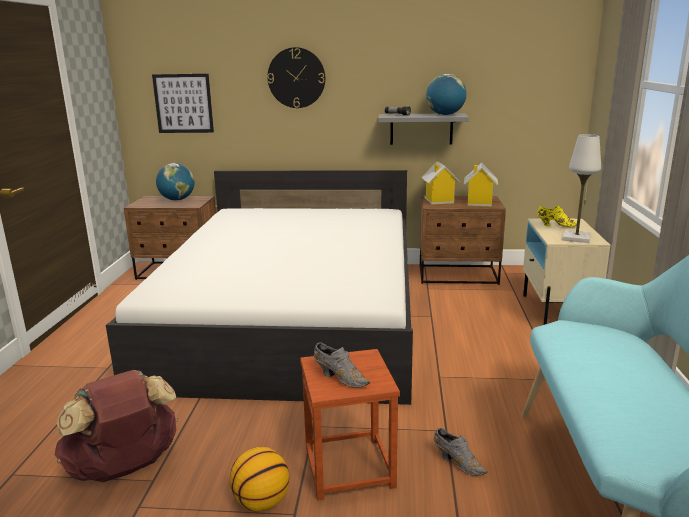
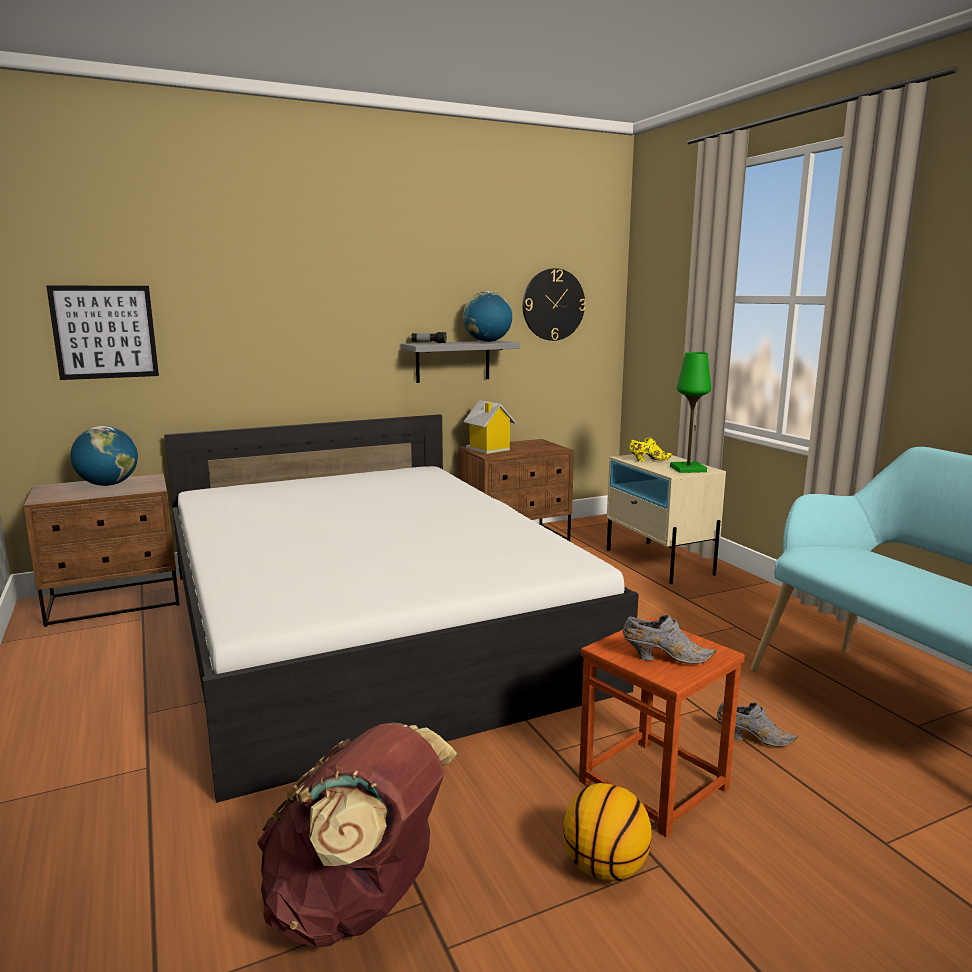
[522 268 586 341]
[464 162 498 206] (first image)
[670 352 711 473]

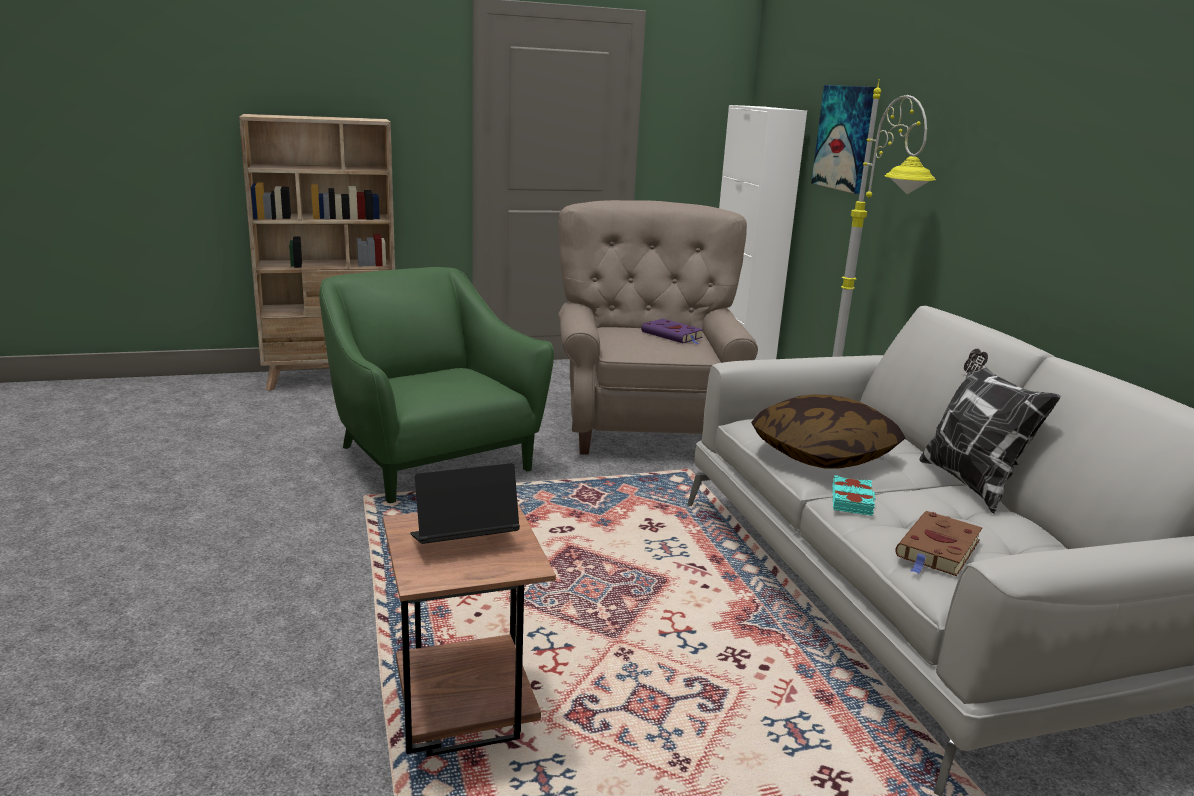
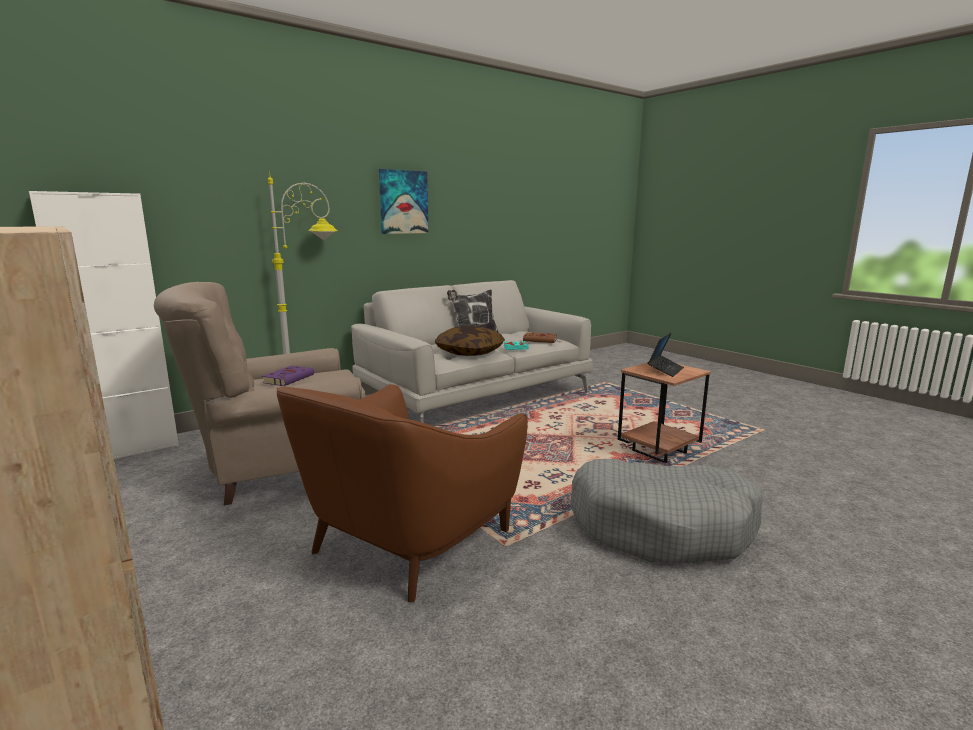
[277 384 528 602]
[648 333 684 377]
[379 169 429 234]
[570 459 763 563]

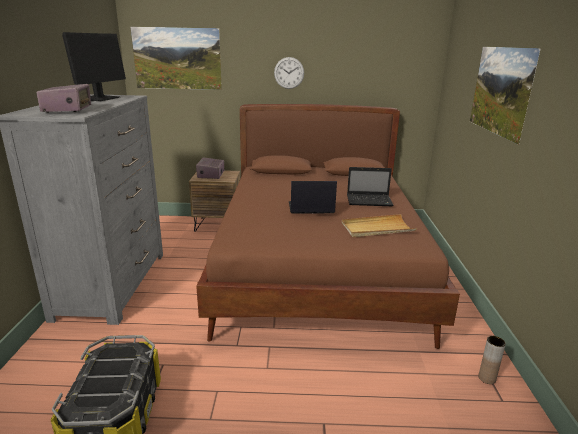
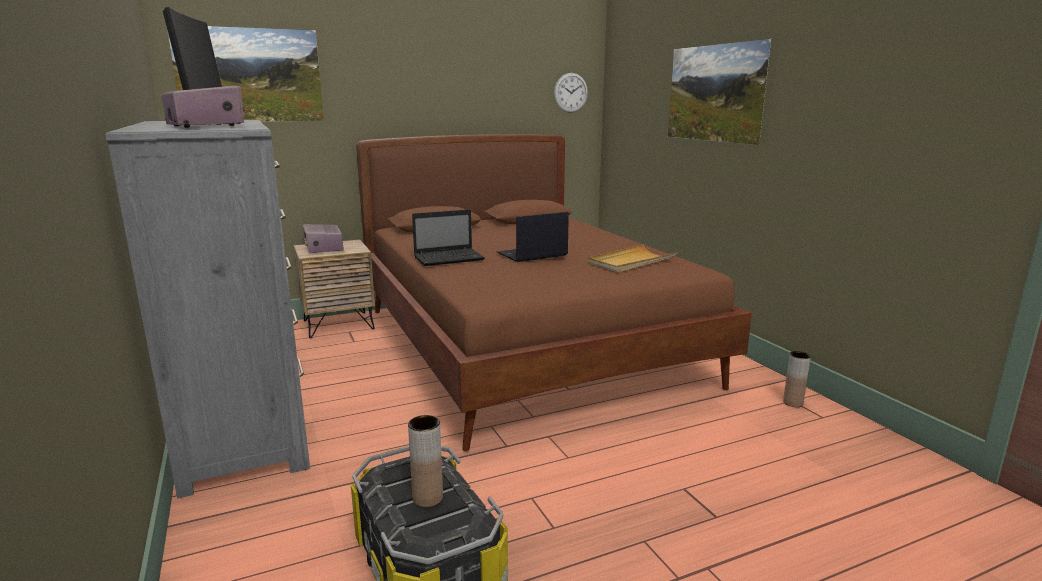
[554 73 588 113]
[412 209 485 266]
[408 415 443 507]

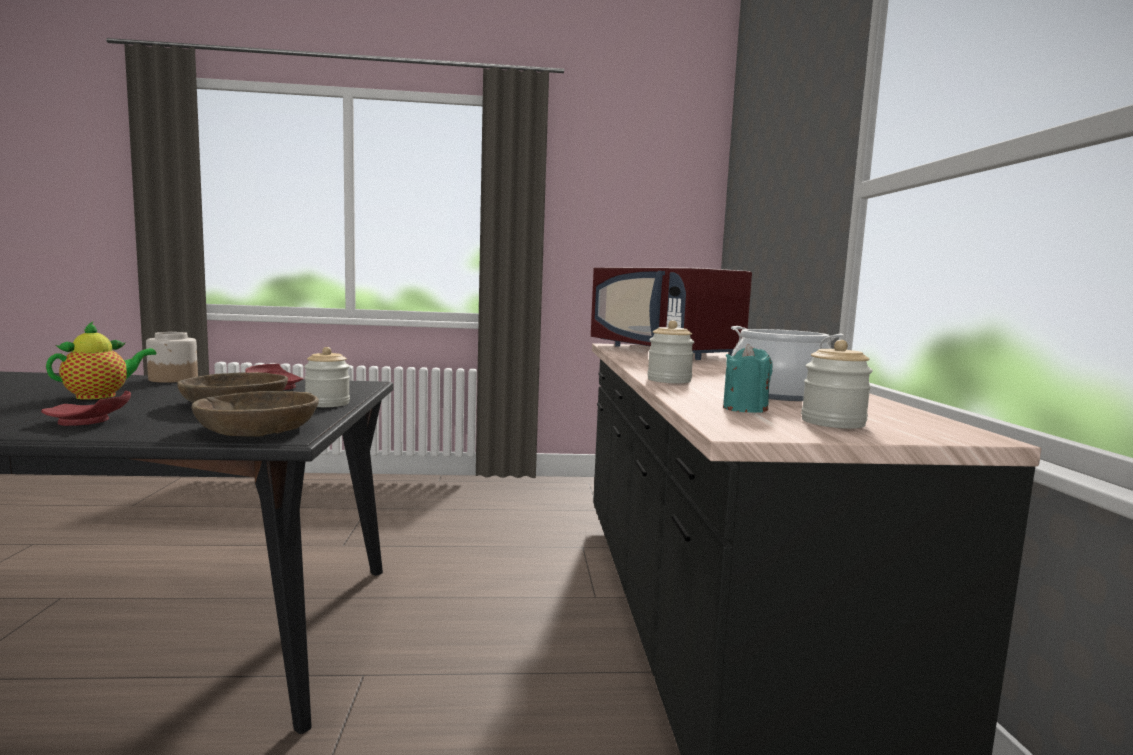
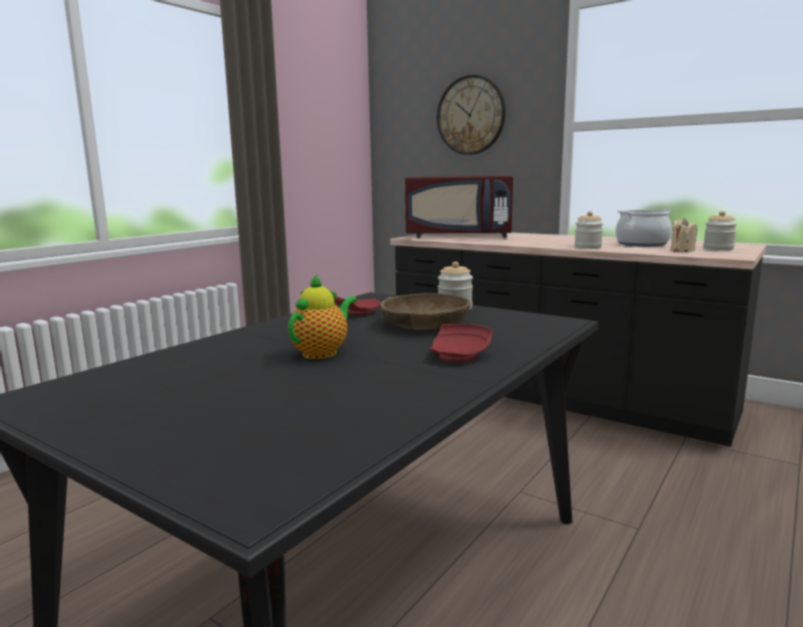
[288 273 357 359]
[146 332 198 383] (first image)
[192 391 319 437] (first image)
[671 218 697 252]
[437 75 506 155]

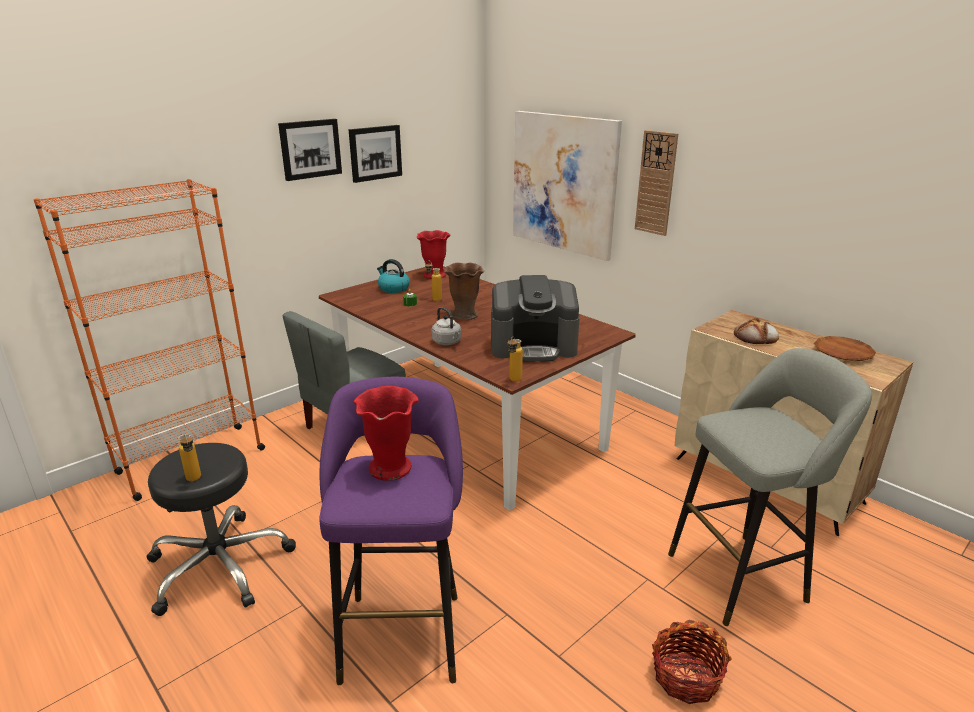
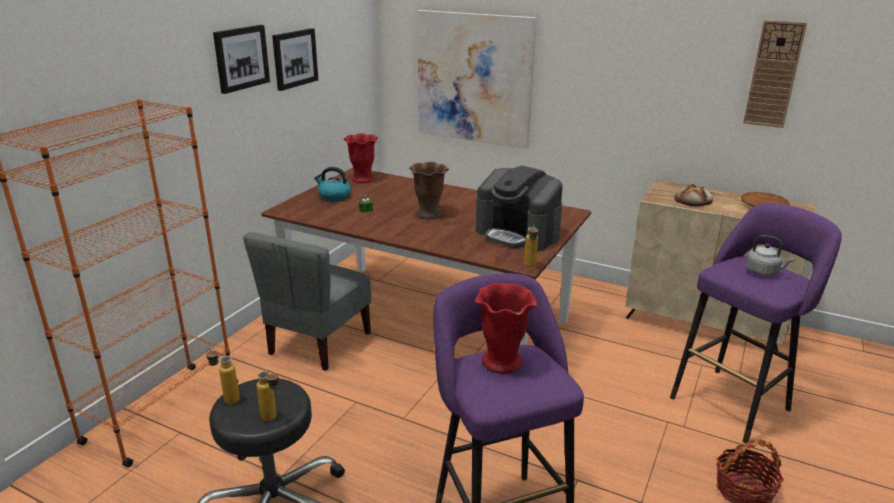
[206 348 240 404]
[746 235 794 276]
[476 166 563 251]
[743 20 807 128]
[670 203 842 443]

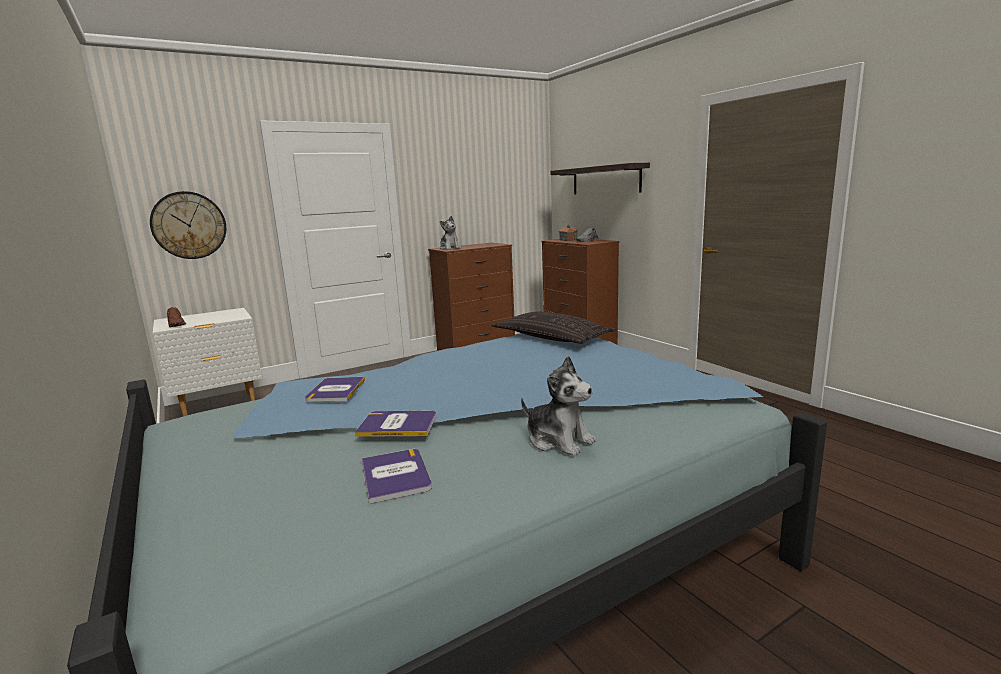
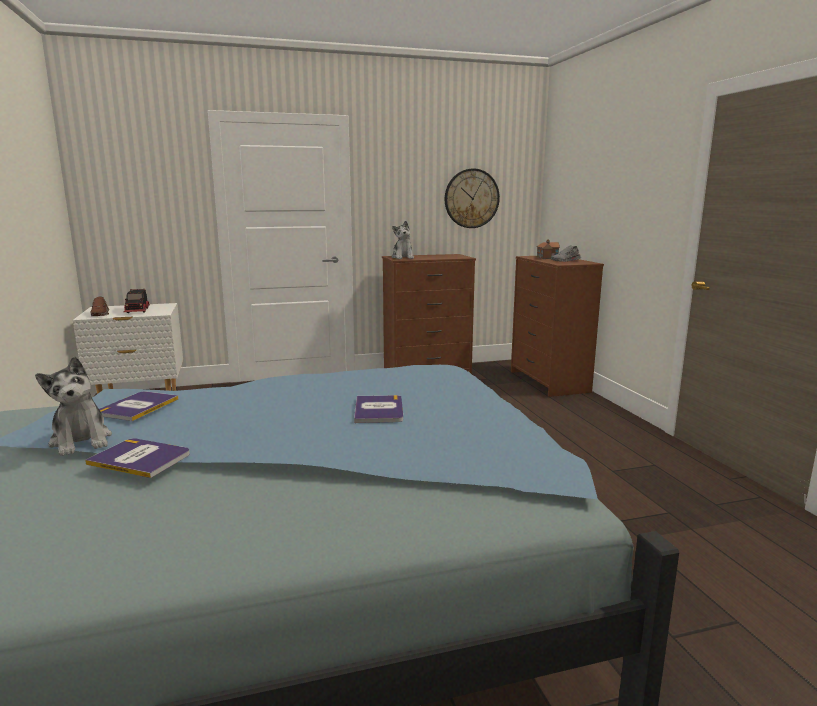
[445 168 500 228]
[354 395 403 423]
[491 312 616 344] (first image)
[35 356 112 456]
[550 163 650 195] (first image)
[124 289 150 313]

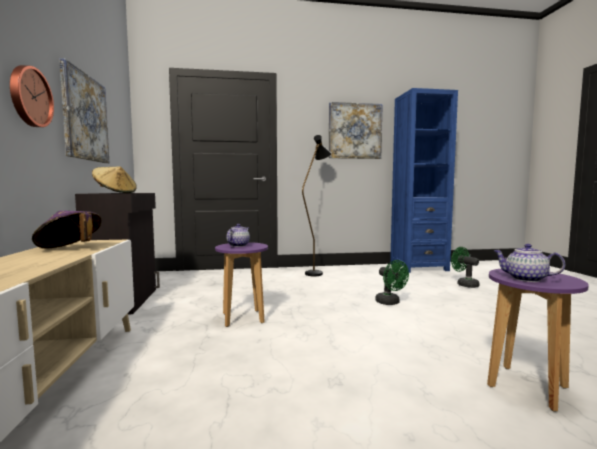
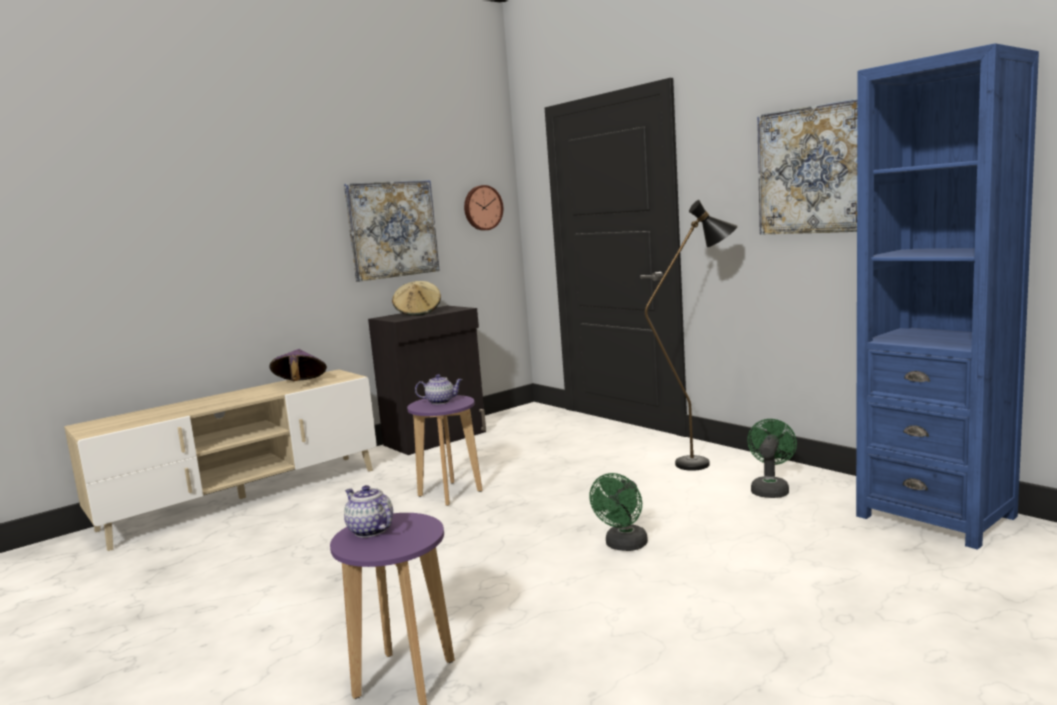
[464 185 503 230]
[747 419 797 498]
[344 485 393 538]

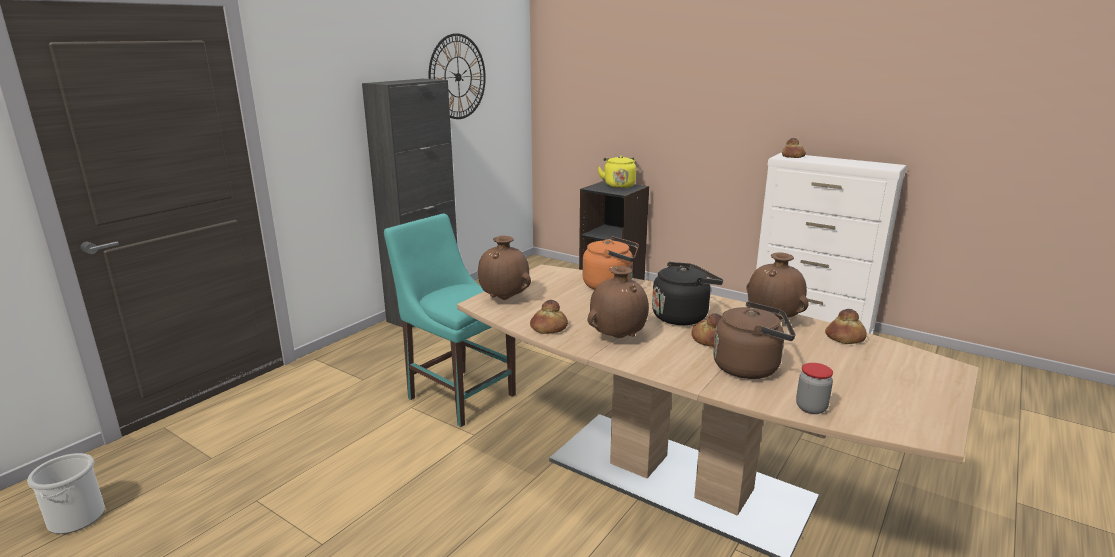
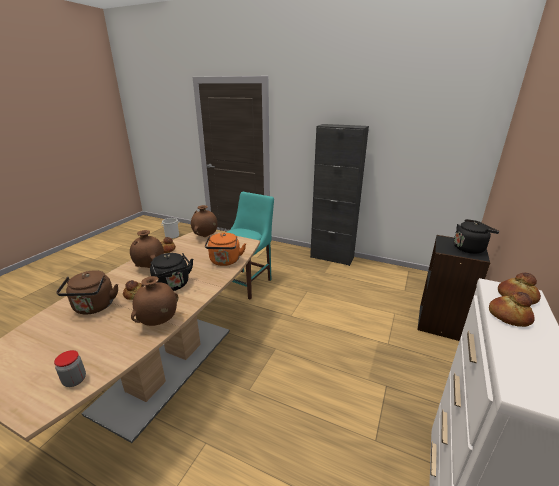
[429 33 486 119] (first image)
[454 219 499 254]
[54 350 86 387]
[489 292 535 327]

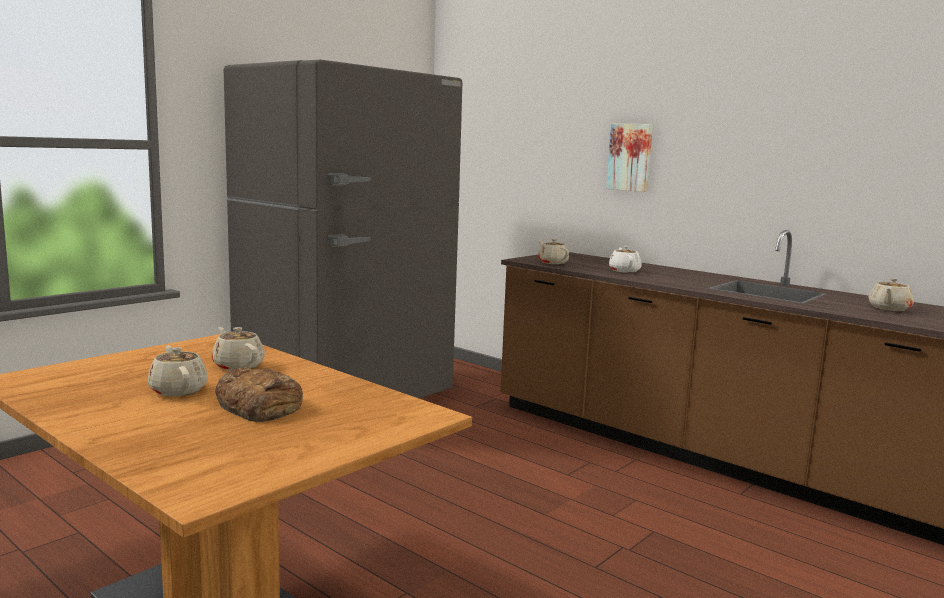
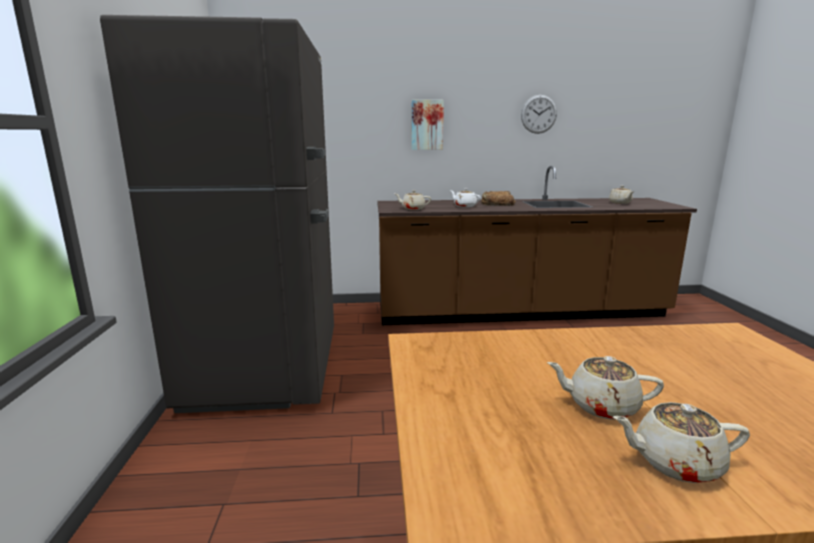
[613 402 750 483]
[481 191 515 206]
[521 95 557 134]

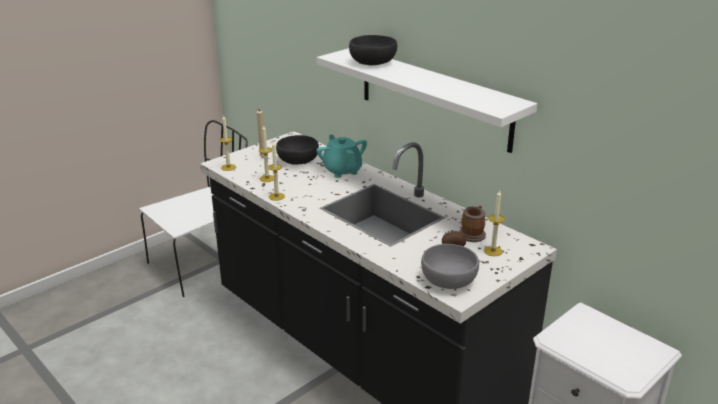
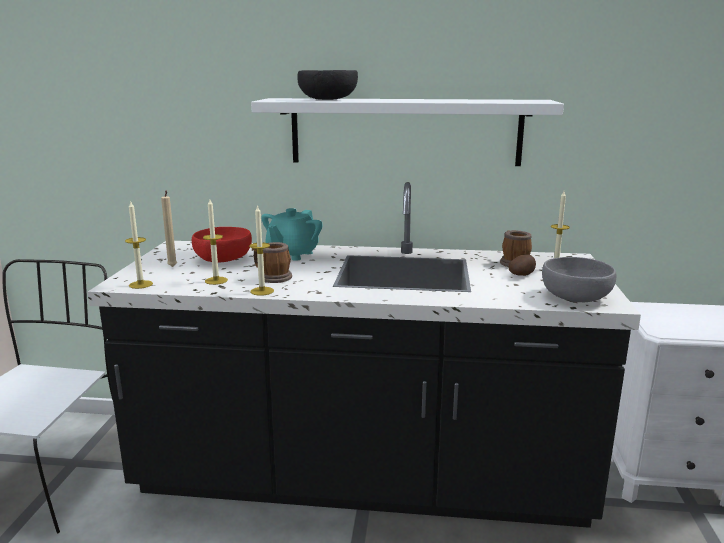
[192 227 252 263]
[261 208 323 261]
[252 242 292 283]

